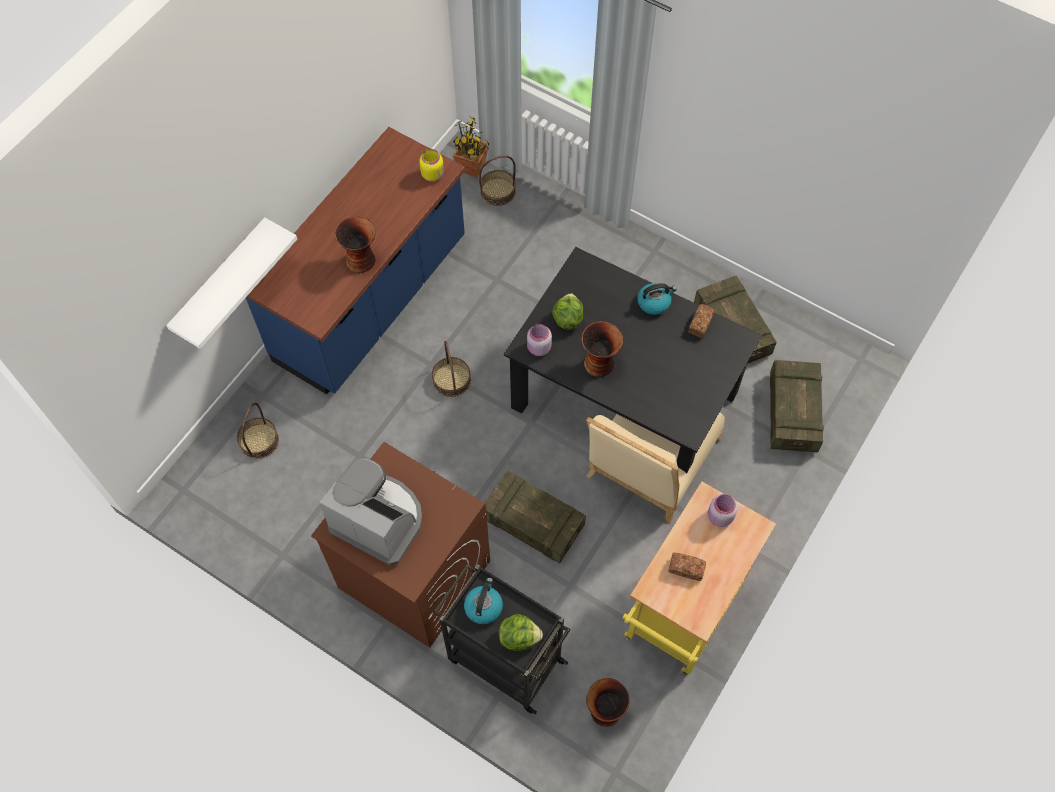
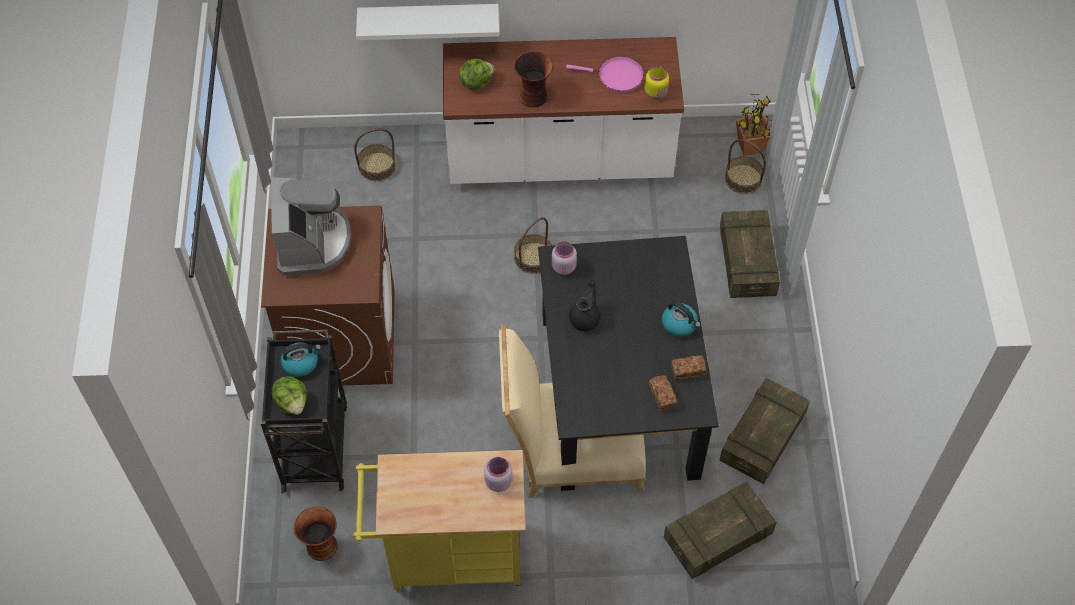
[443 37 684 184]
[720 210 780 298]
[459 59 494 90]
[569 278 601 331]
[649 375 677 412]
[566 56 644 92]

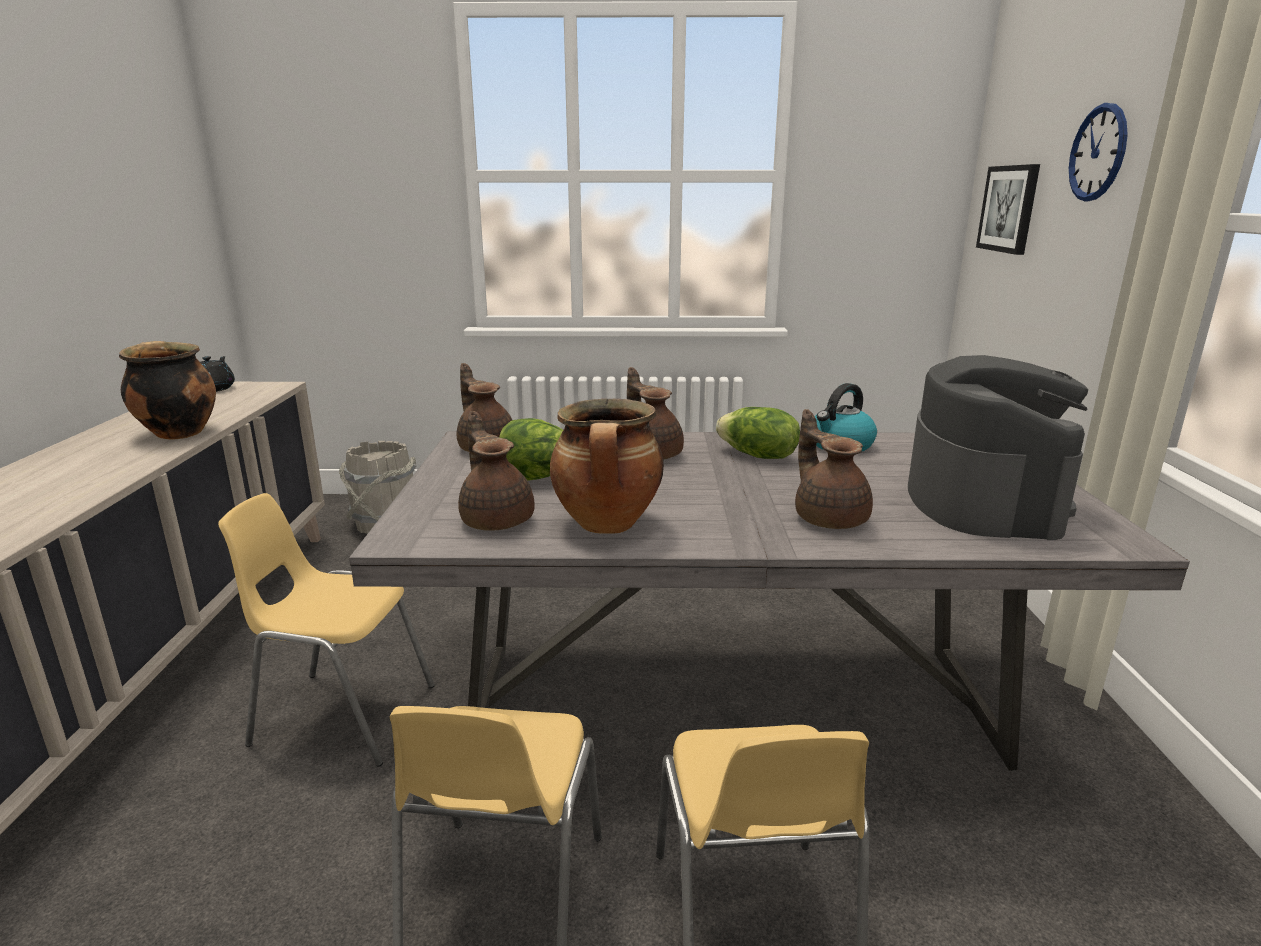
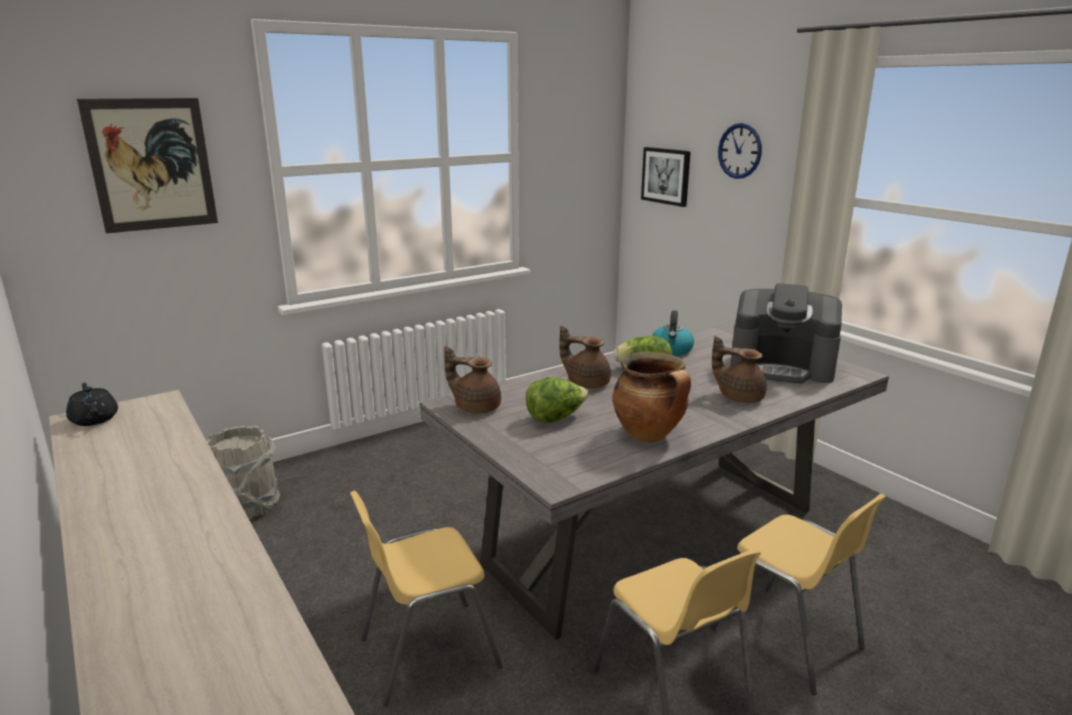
[119 341 216 440] (first image)
[458 411 534 531] (first image)
[730 283 842 383]
[77 98 218 233]

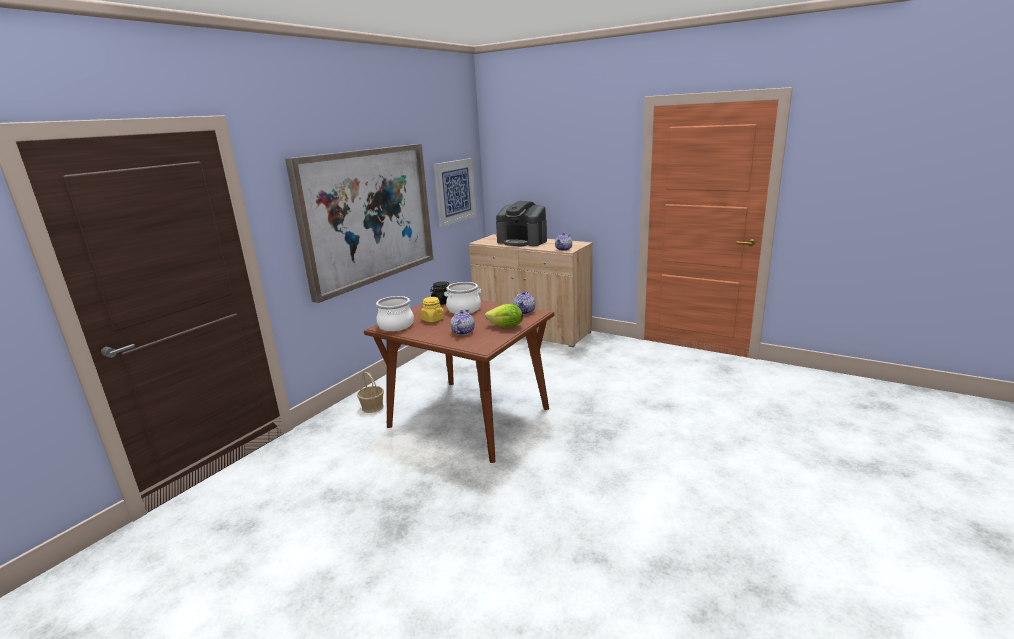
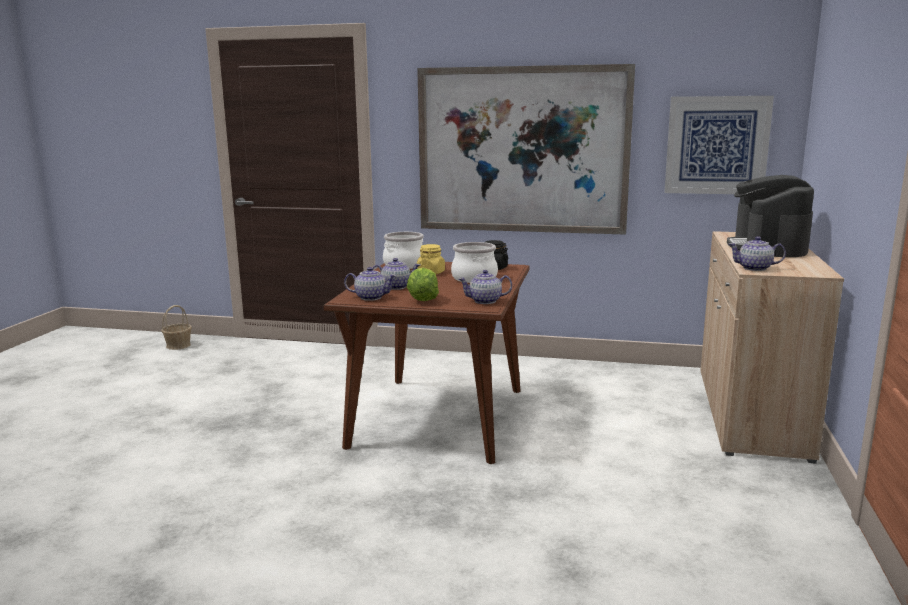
[161 305 192 350]
[344 267 397 301]

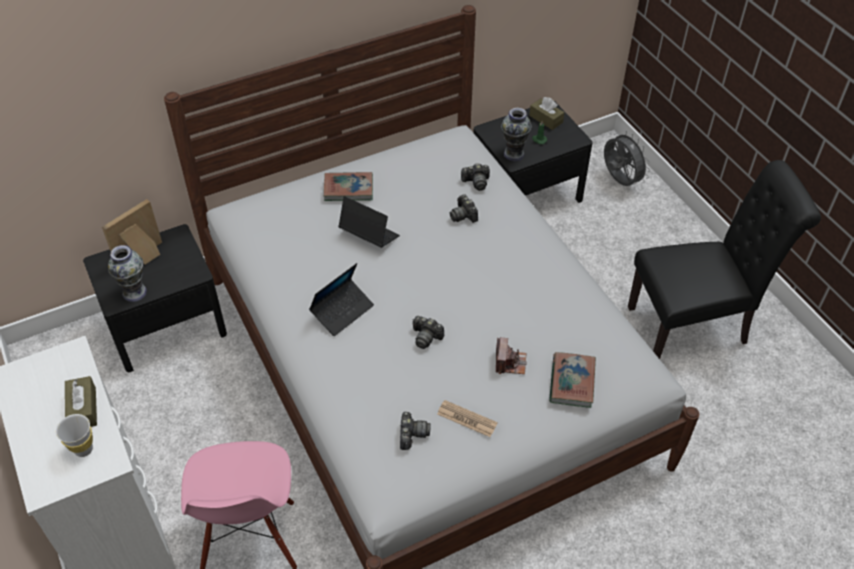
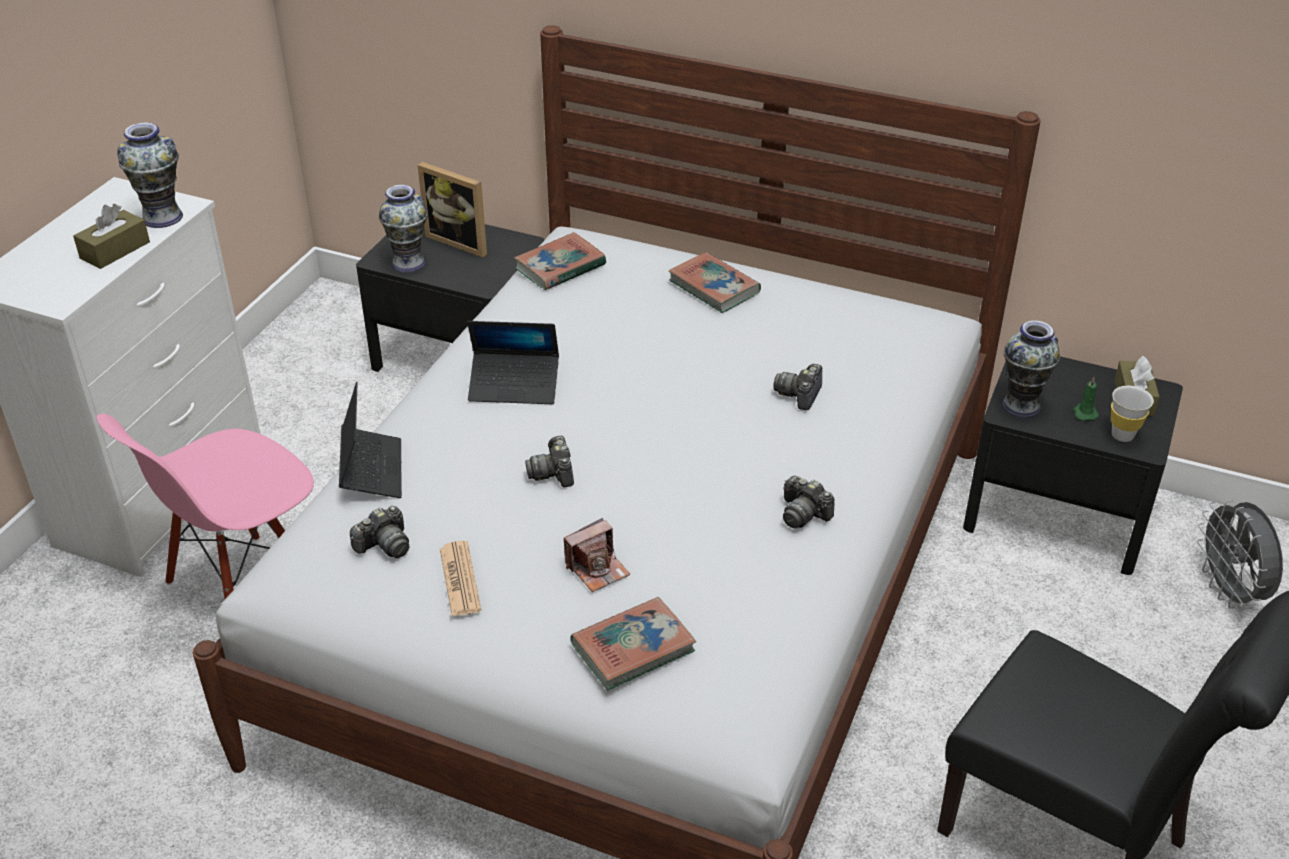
[1111 386 1154 442]
[418 162 487 258]
[339 382 402 498]
[783 475 835 528]
[1197 500 1283 609]
[117 122 183 228]
[514 232 606 290]

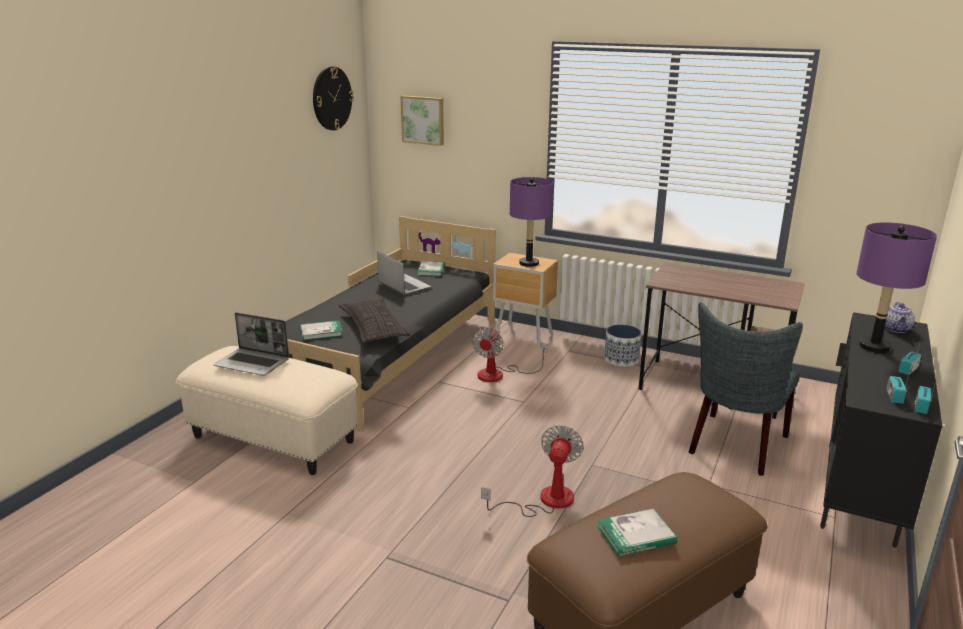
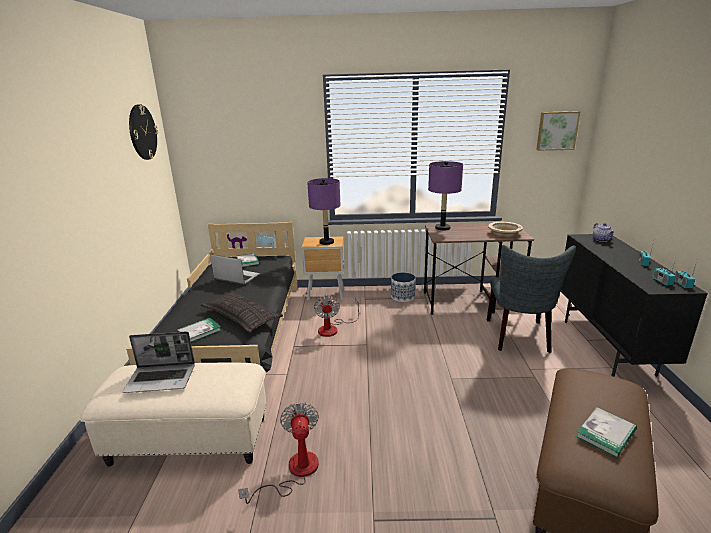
[536 111 581 151]
[238 402 319 504]
[428 161 463 231]
[488 222 523 237]

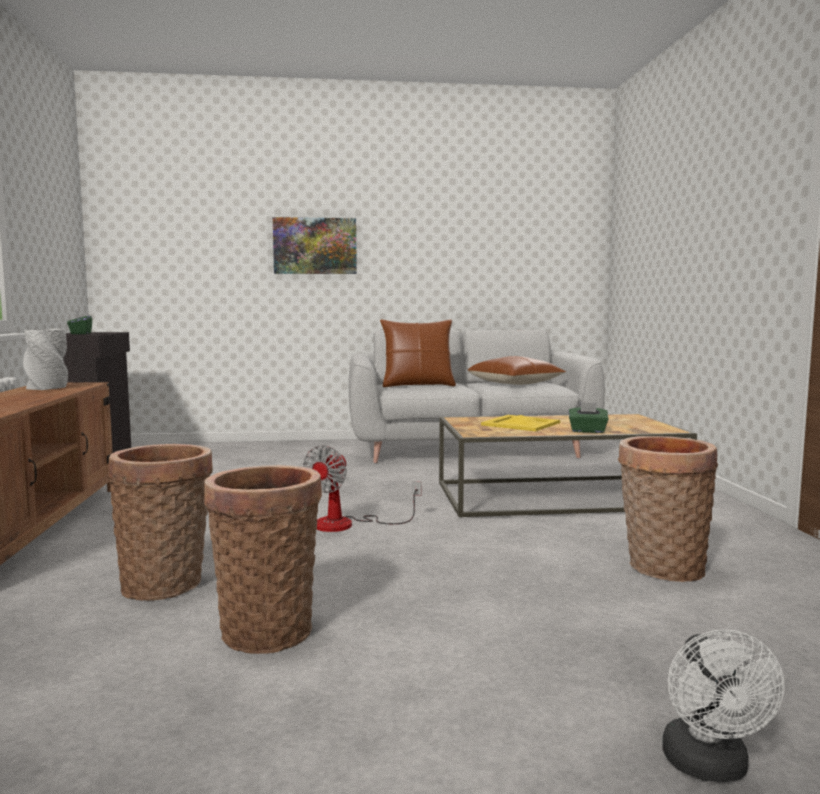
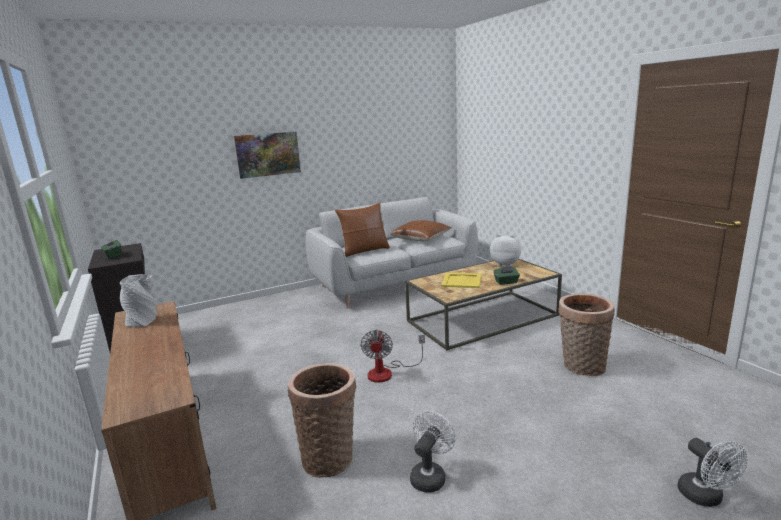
[410 411 456 493]
[490 234 521 267]

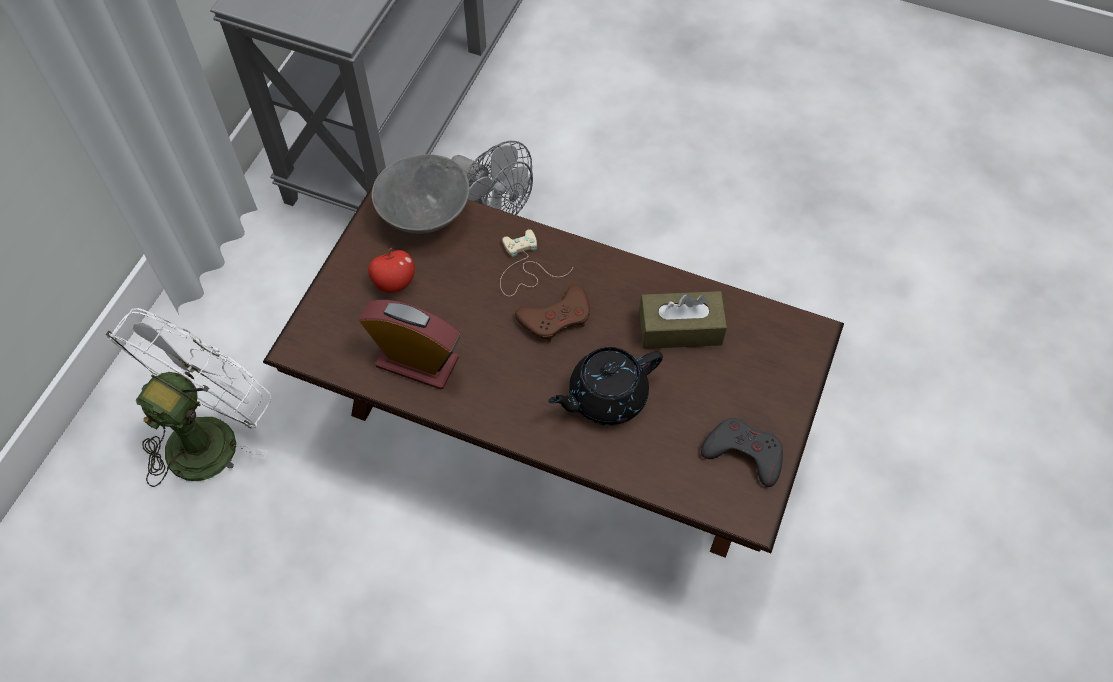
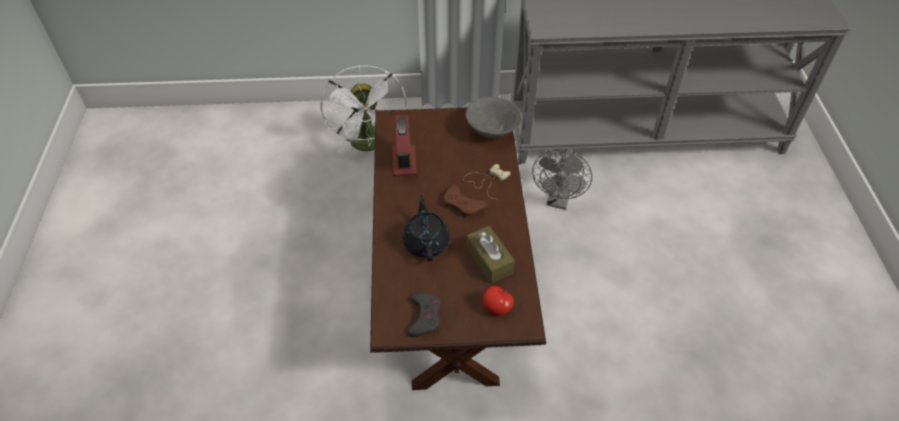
[321 65 406 153]
[482 286 514 315]
[403 195 450 261]

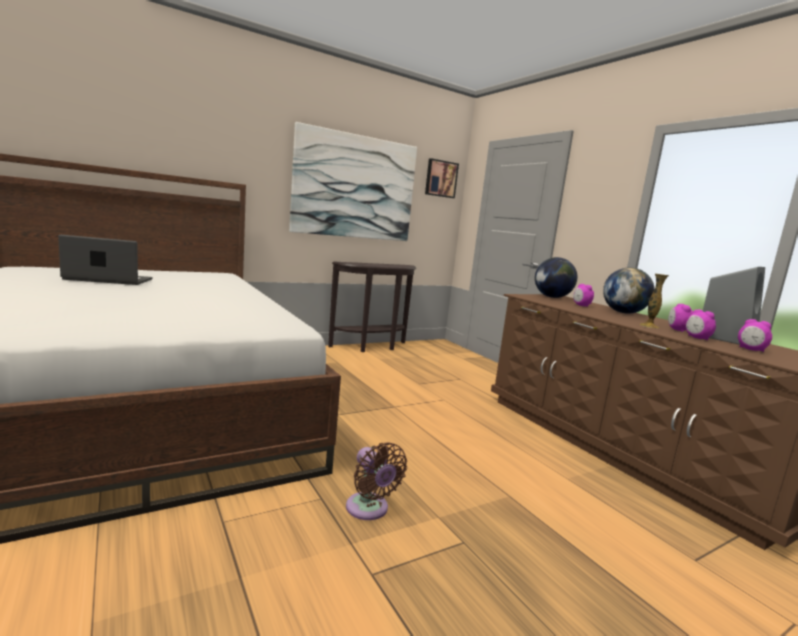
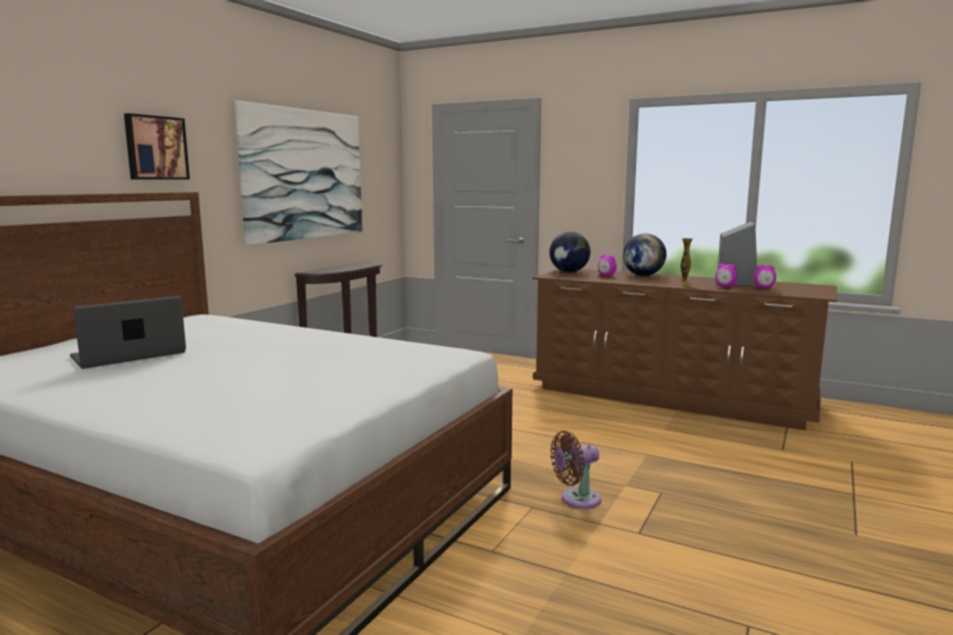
[550 431 601 509]
[124 113 190 180]
[668 304 693 332] (first image)

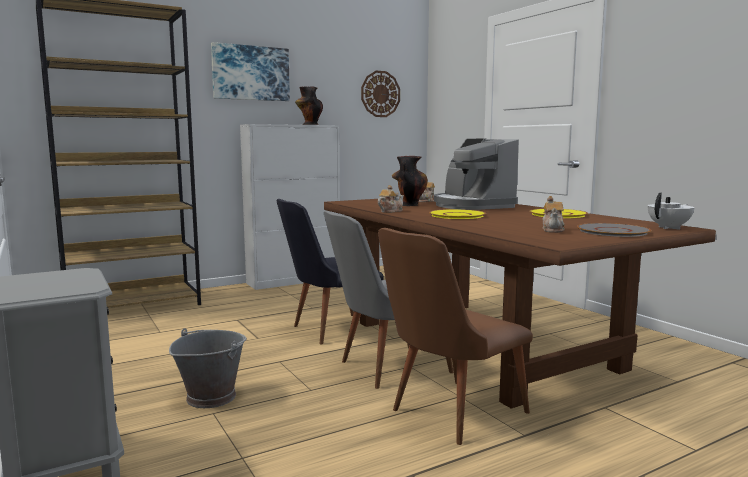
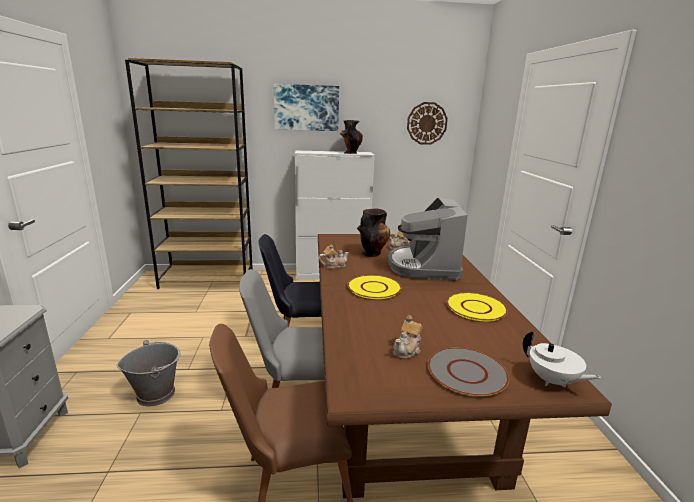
[523 331 601 388]

